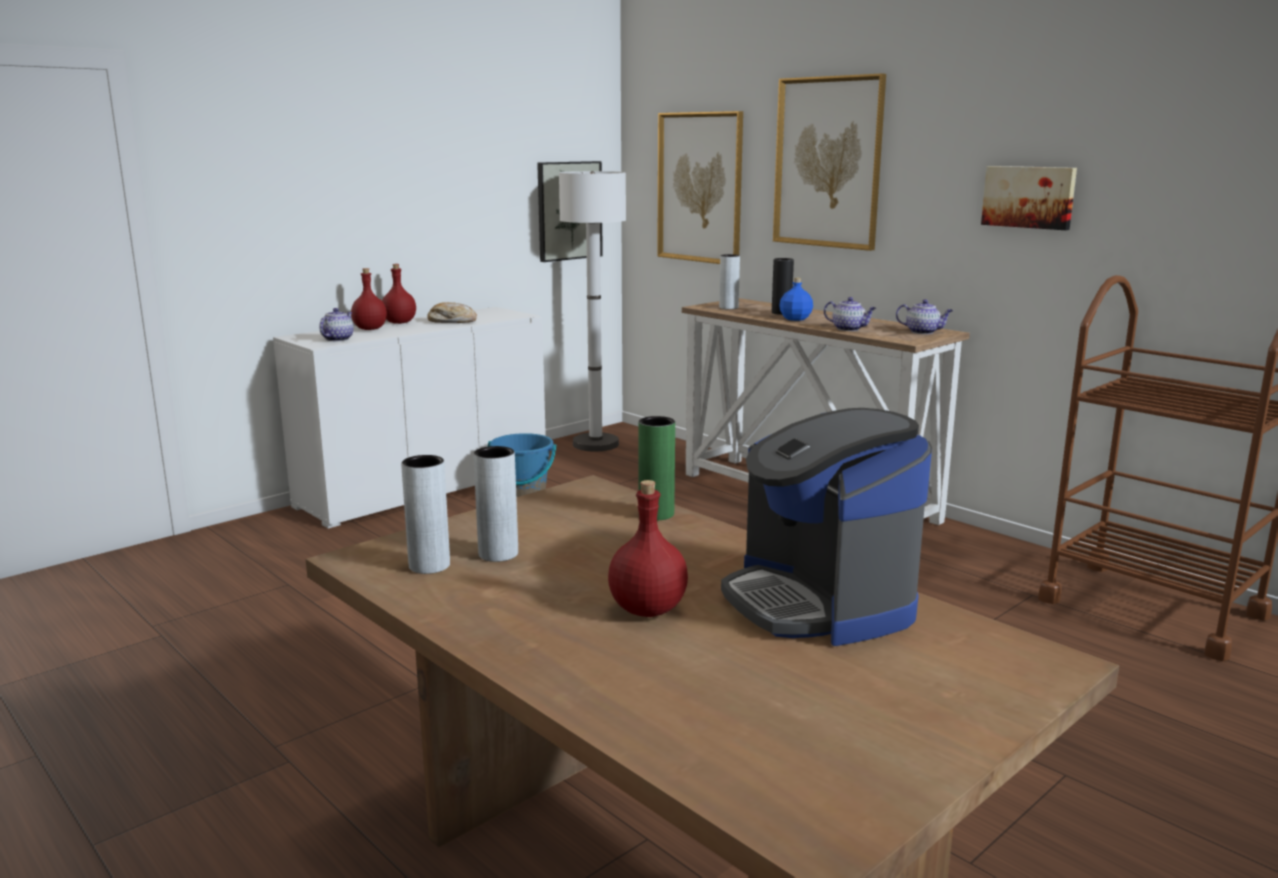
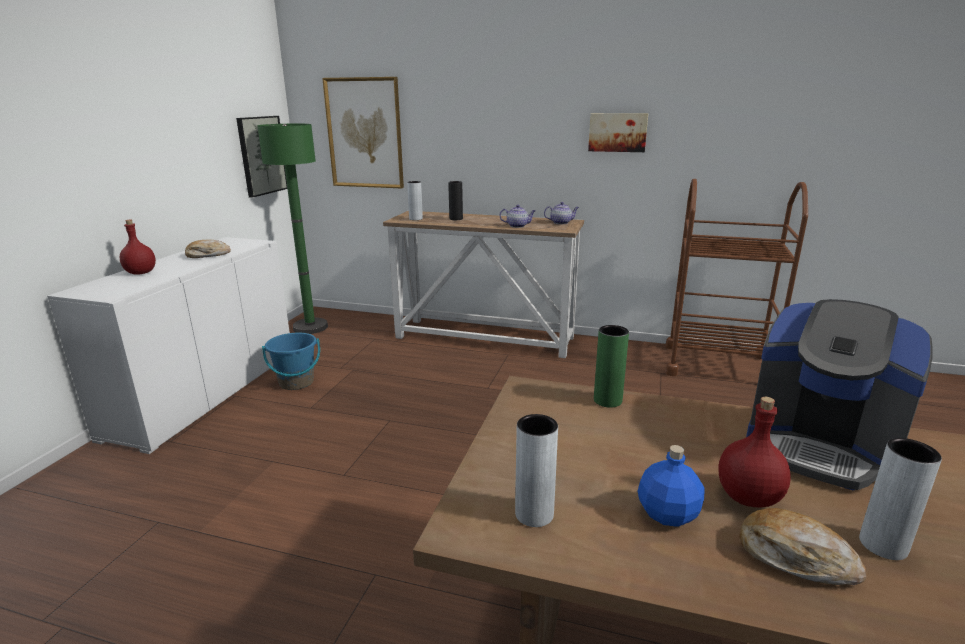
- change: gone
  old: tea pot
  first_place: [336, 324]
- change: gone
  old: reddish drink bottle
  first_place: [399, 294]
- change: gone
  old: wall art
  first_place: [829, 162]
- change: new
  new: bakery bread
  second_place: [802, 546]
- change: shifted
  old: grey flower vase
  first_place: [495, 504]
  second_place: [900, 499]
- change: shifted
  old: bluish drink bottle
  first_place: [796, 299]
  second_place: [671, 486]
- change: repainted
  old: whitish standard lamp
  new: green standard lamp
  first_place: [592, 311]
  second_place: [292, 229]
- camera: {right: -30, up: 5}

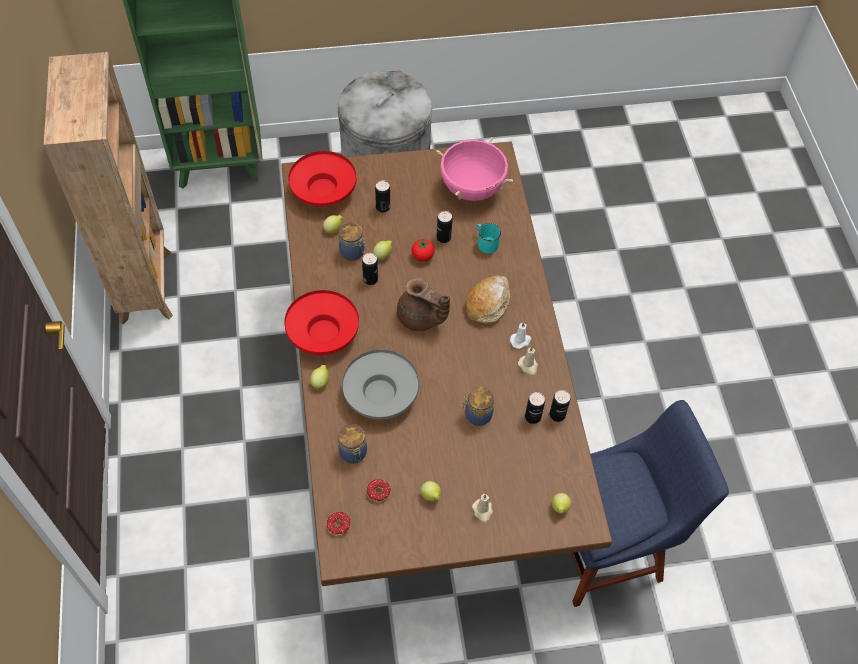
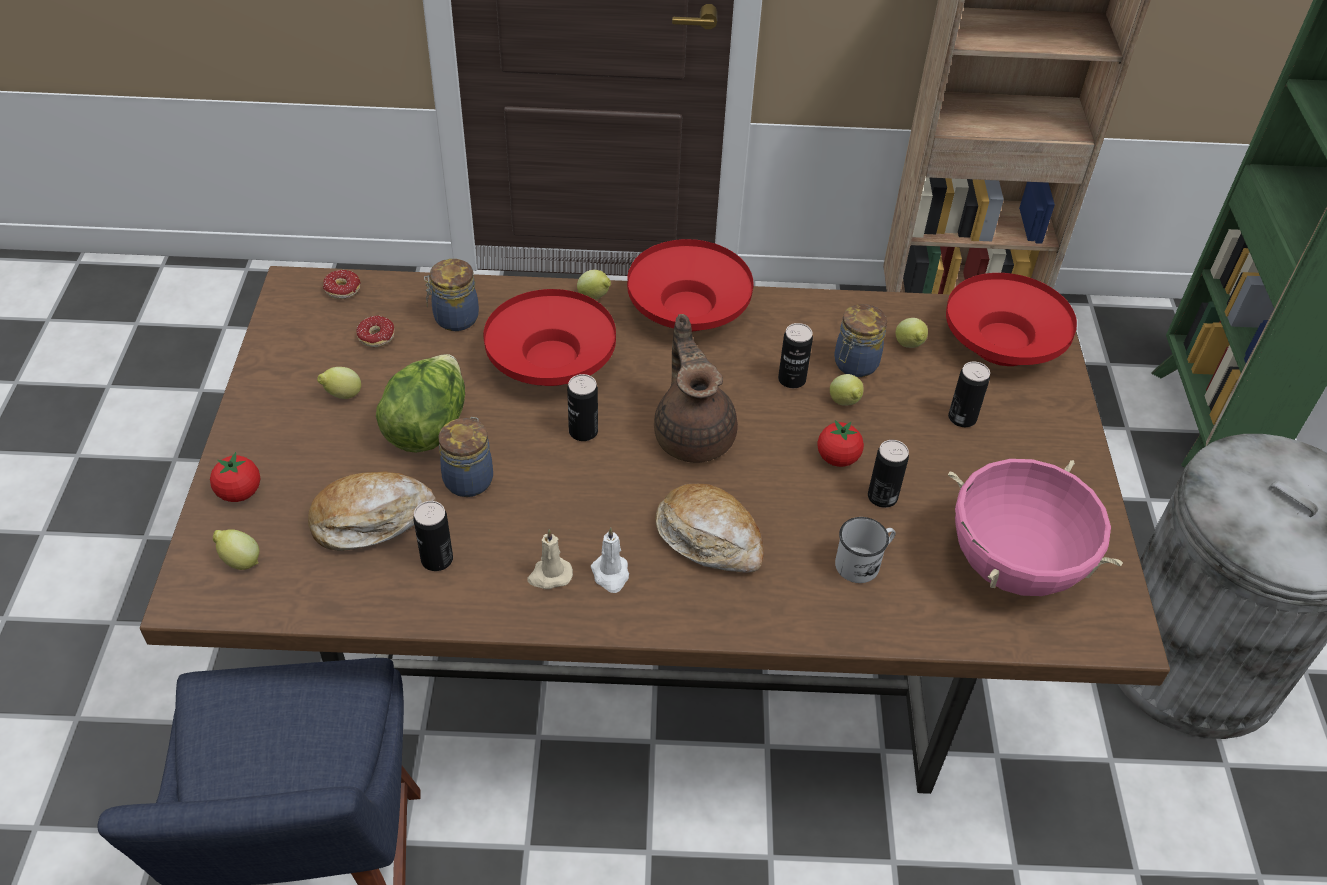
- change: gone
  old: sand-coloured candle
  first_place: [482, 508]
- change: new
  new: tomato
  second_place: [235, 477]
- change: new
  new: bakery bread
  second_place: [372, 511]
- change: new
  new: lettuce
  second_place: [420, 403]
- change: shifted
  old: can
  first_place: [559, 406]
  second_place: [582, 407]
- change: repainted
  old: grey serving bowl
  new: reddish serving bowl
  first_place: [380, 384]
  second_place: [549, 337]
- change: repainted
  old: turquoise-coloured coffee mug
  new: whitish coffee mug
  first_place: [488, 238]
  second_place: [865, 550]
- change: rotated
  old: brown-coloured tea pot
  first_place: [423, 304]
  second_place: [696, 388]
  degrees: 120
- camera: {right: 100, up: -10}

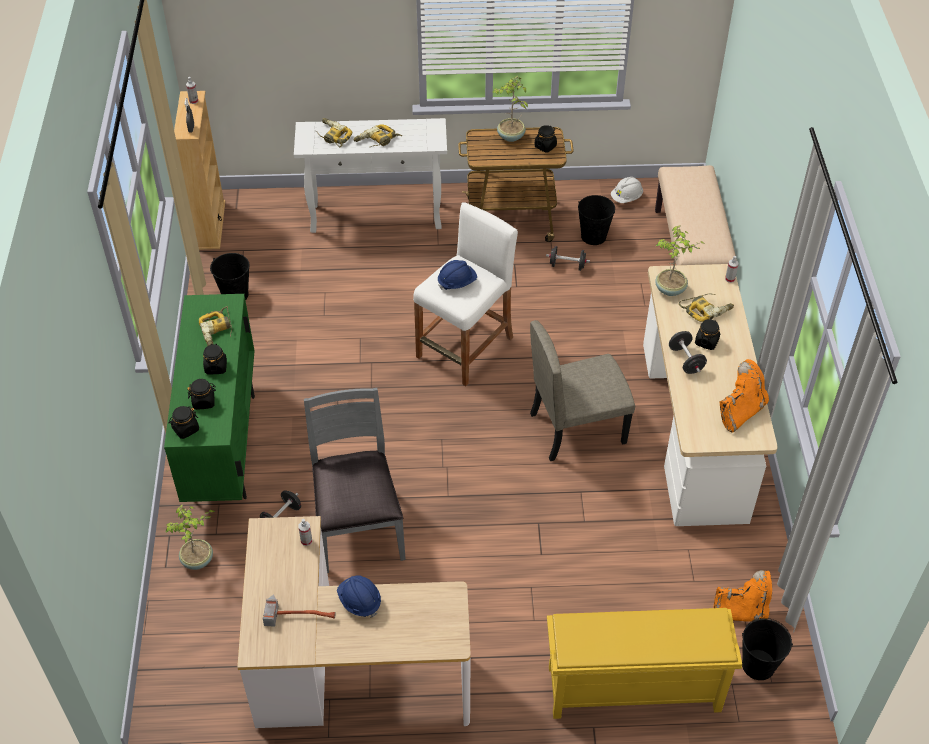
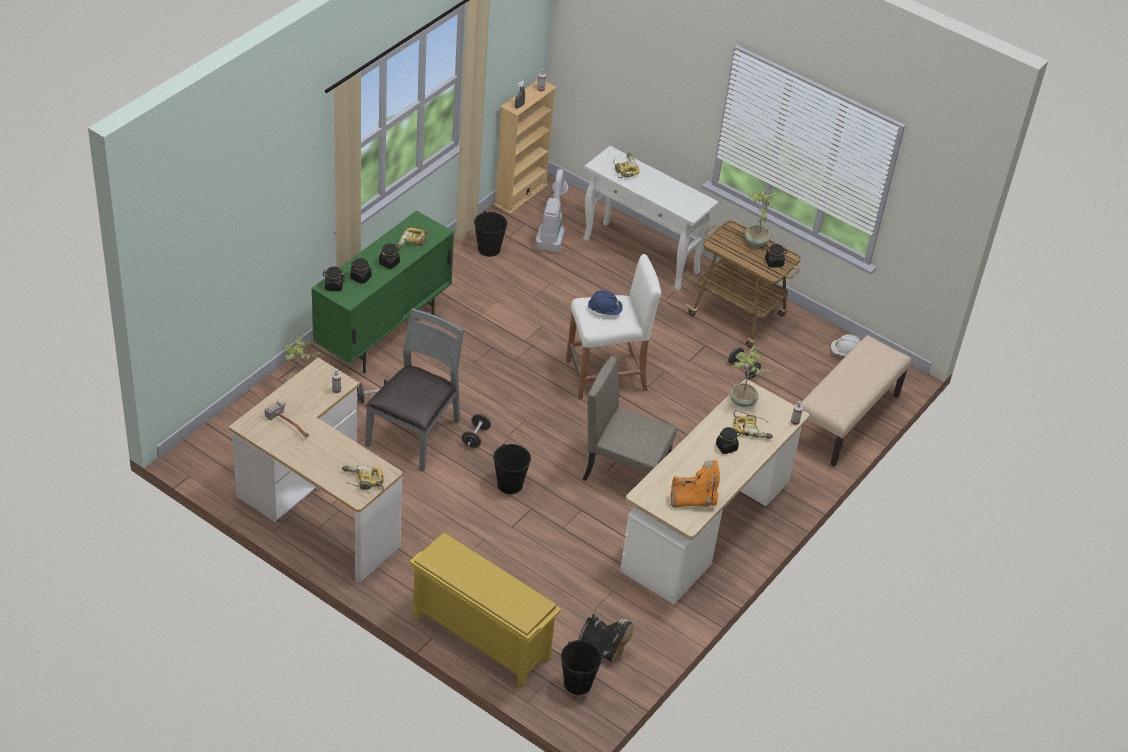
- change: gone
  old: bluish work helmet
  first_place: [359, 596]
- change: new
  new: vacuum cleaner
  second_place: [551, 210]
- change: shifted
  old: power drill
  first_place: [377, 135]
  second_place: [363, 477]
- change: shifted
  old: black water bucket
  first_place: [596, 220]
  second_place: [512, 469]
- change: shifted
  old: black free weight
  first_place: [688, 352]
  second_place: [476, 431]
- change: repainted
  old: orangey high-top boot
  new: black high-top boot
  first_place: [743, 596]
  second_place: [606, 638]
- camera: {right: 35, up: -5}

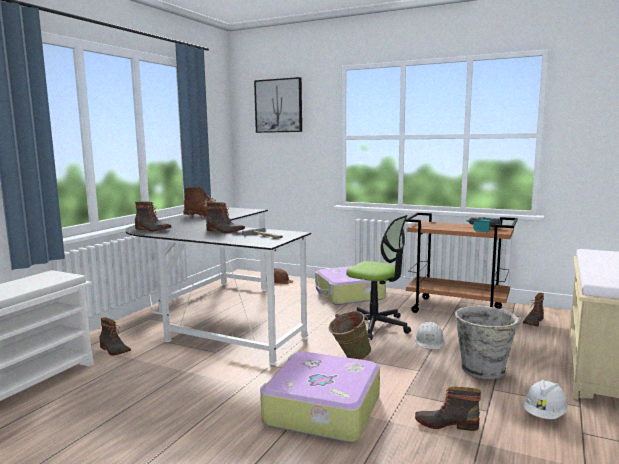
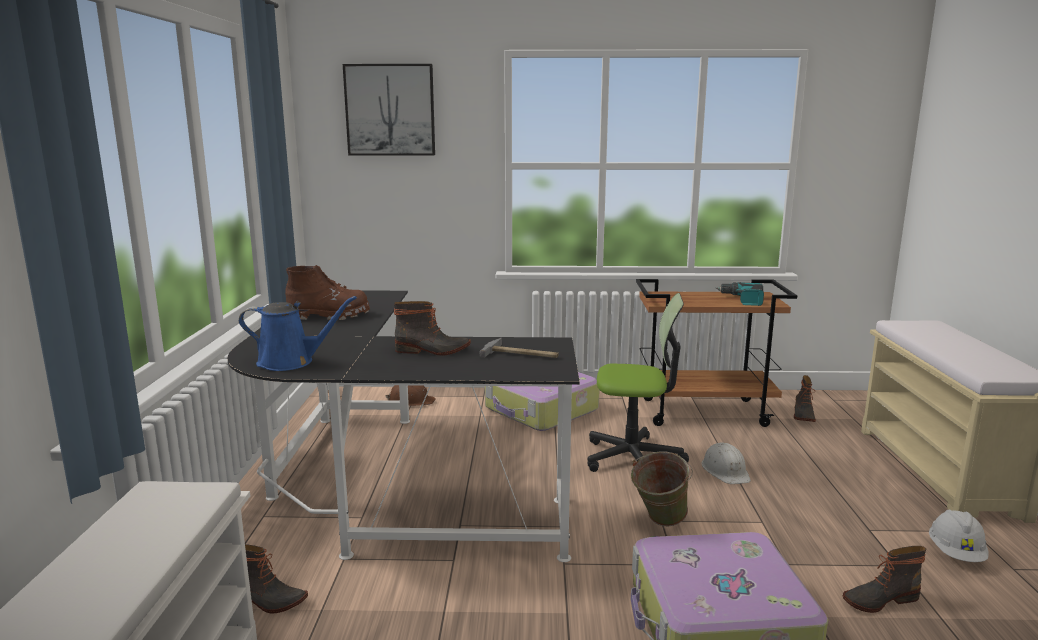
- change: gone
  old: grey water bucket
  first_place: [488, 342]
- change: swapped
  old: high-top boot
  new: bluish sprinkling can
  first_place: [153, 216]
  second_place: [298, 333]
- camera: {right: -25, up: 5}

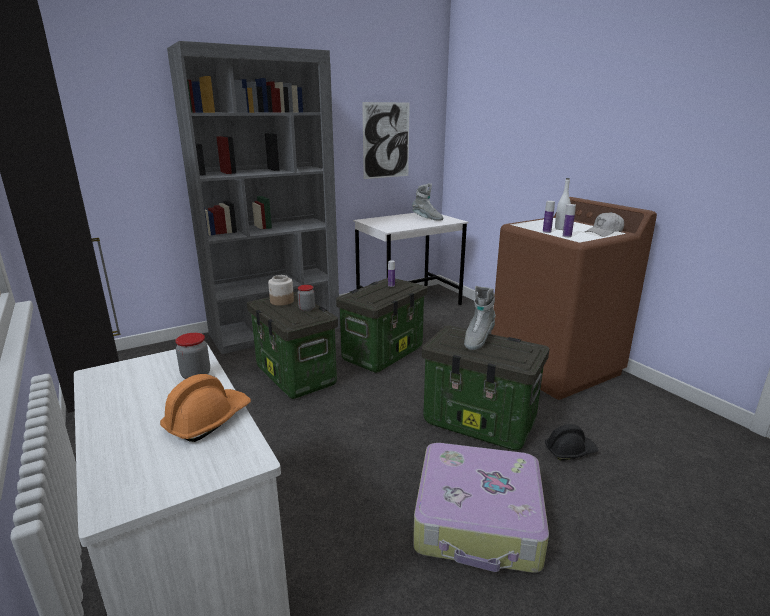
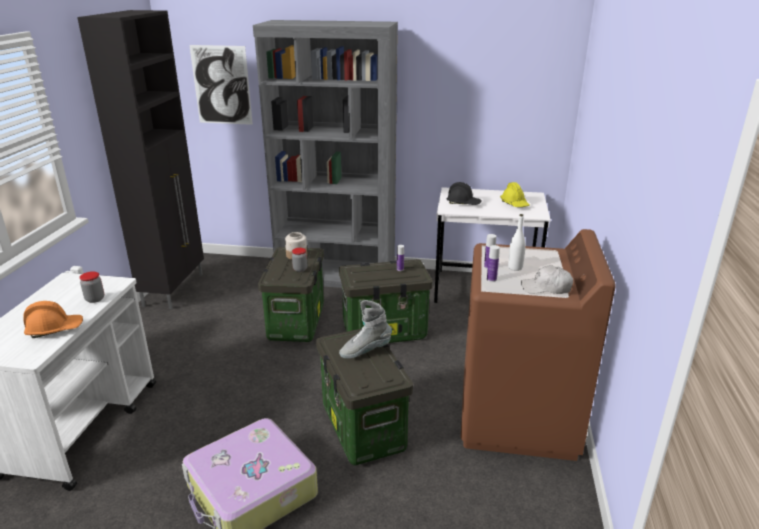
- change: shifted
  old: wall art
  first_place: [386, 140]
  second_place: [221, 85]
- change: shifted
  old: black work helmet
  first_place: [572, 442]
  second_place: [464, 193]
- change: swapped
  old: grey high-top boot
  new: yellow-coloured work helmet
  first_place: [427, 202]
  second_place: [515, 194]
- camera: {right: 40, up: 5}

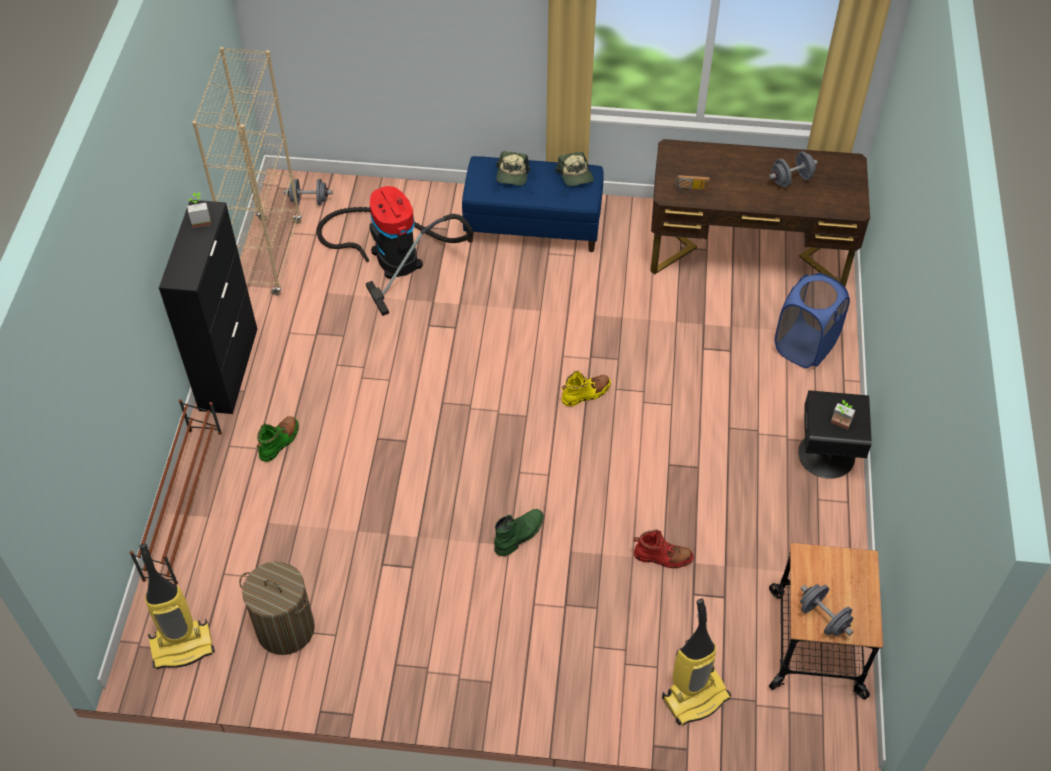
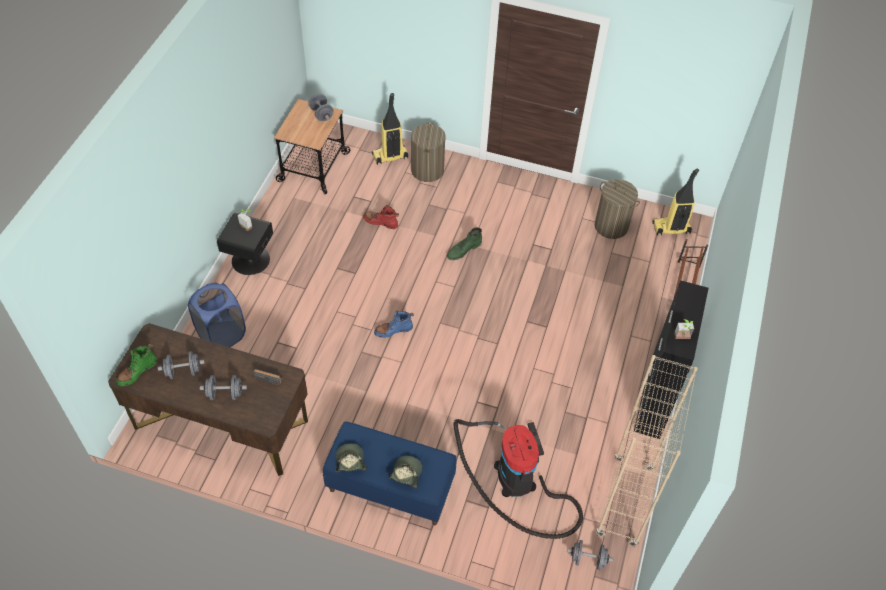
- change: new
  new: grey free weight
  second_place: [223, 387]
- change: new
  new: hamper
  second_place: [428, 152]
- change: shifted
  old: green high-top boot
  first_place: [278, 439]
  second_place: [136, 365]
- change: repainted
  old: yellow-coloured high-top boot
  new: bluish high-top boot
  first_place: [586, 388]
  second_place: [394, 324]
- camera: {right: -170, up: 0}

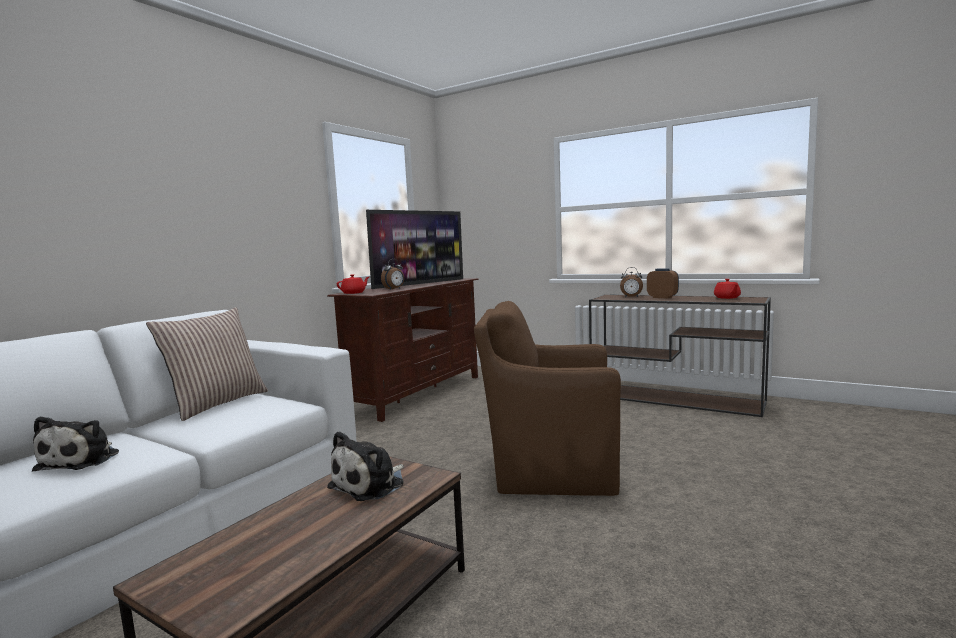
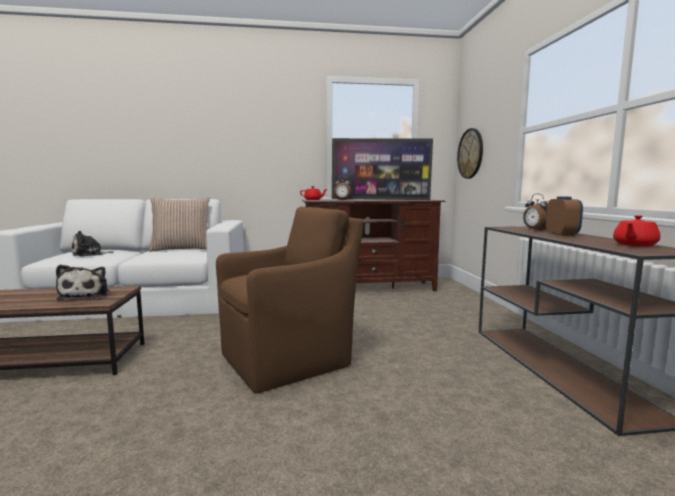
- change: new
  new: hanging clock
  second_place: [470, 153]
- change: rotated
  old: soft toy
  first_place: [365, 466]
  second_place: [82, 283]
  degrees: -105
- change: rotated
  old: brown-coloured easy chair
  first_place: [547, 398]
  second_place: [290, 300]
  degrees: 90
- camera: {right: 50, up: 0}

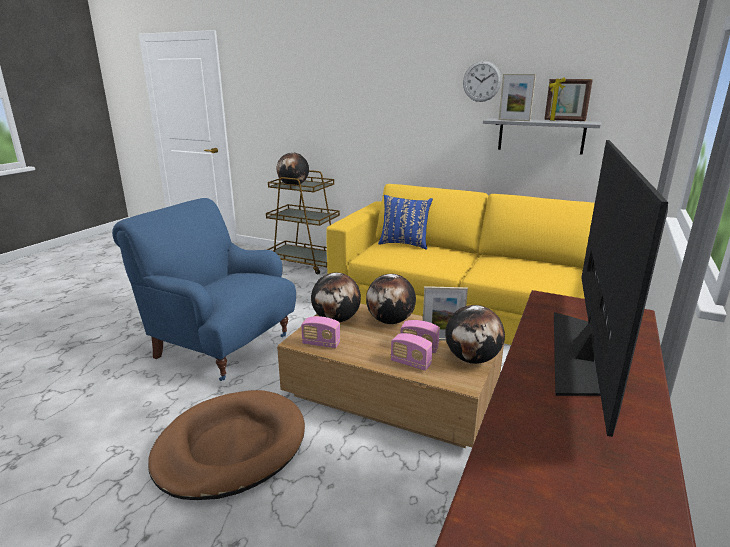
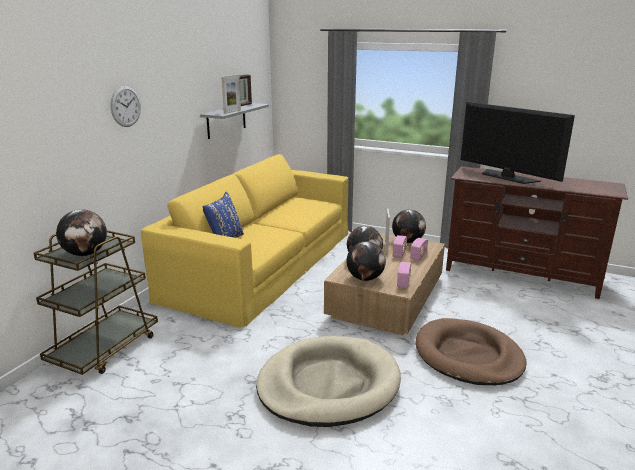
- change: shifted
  old: hanging clock
  first_place: [482, 81]
  second_place: [125, 106]
- change: swapped
  old: bluish easy chair
  new: sand-coloured dog bed
  first_place: [204, 289]
  second_place: [328, 381]
- change: rotated
  old: TV
  first_place: [611, 288]
  second_place: [517, 143]
  degrees: -150
- camera: {right: -90, up: 0}

